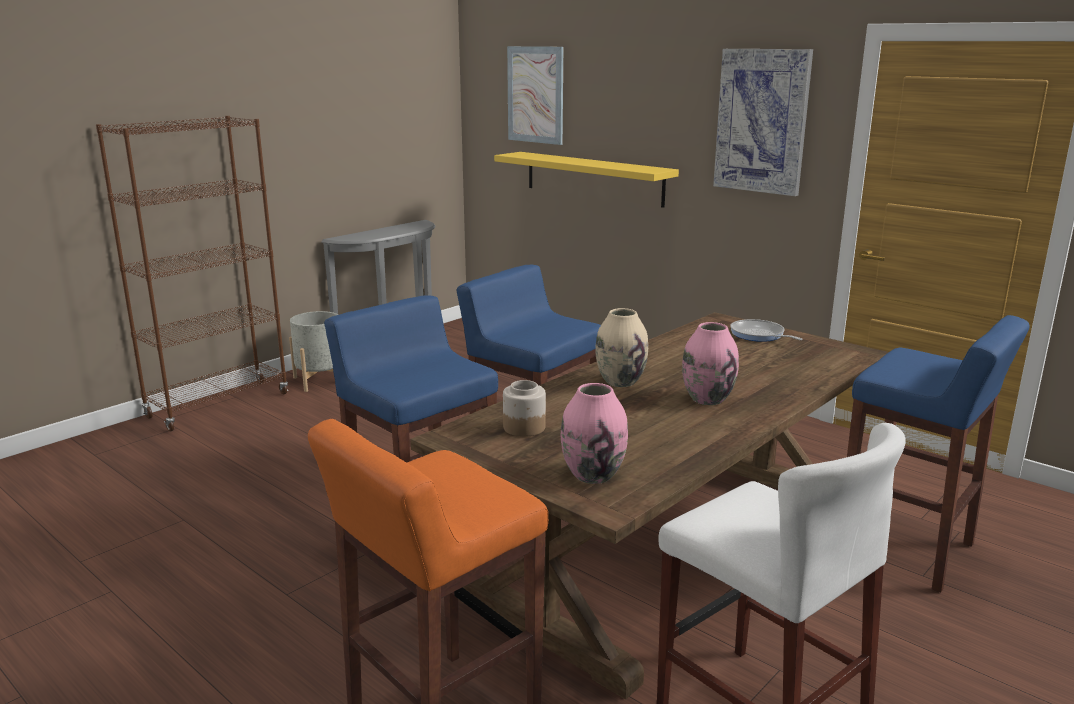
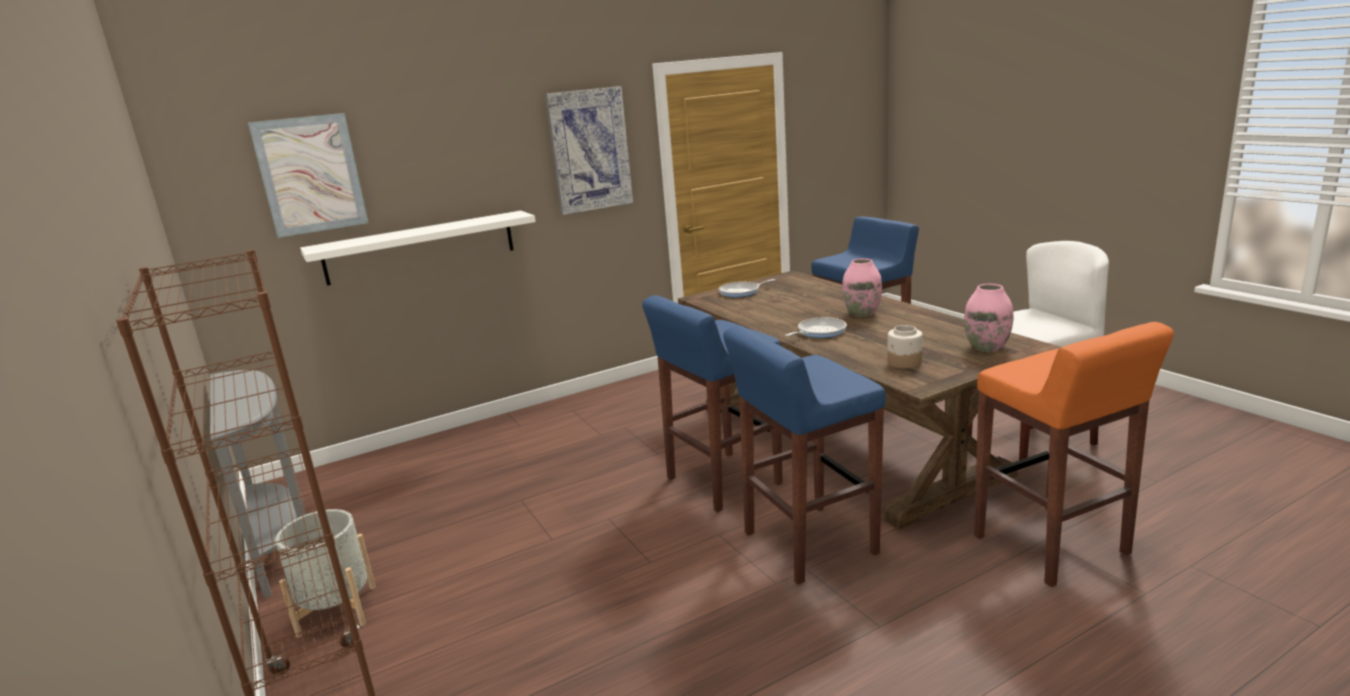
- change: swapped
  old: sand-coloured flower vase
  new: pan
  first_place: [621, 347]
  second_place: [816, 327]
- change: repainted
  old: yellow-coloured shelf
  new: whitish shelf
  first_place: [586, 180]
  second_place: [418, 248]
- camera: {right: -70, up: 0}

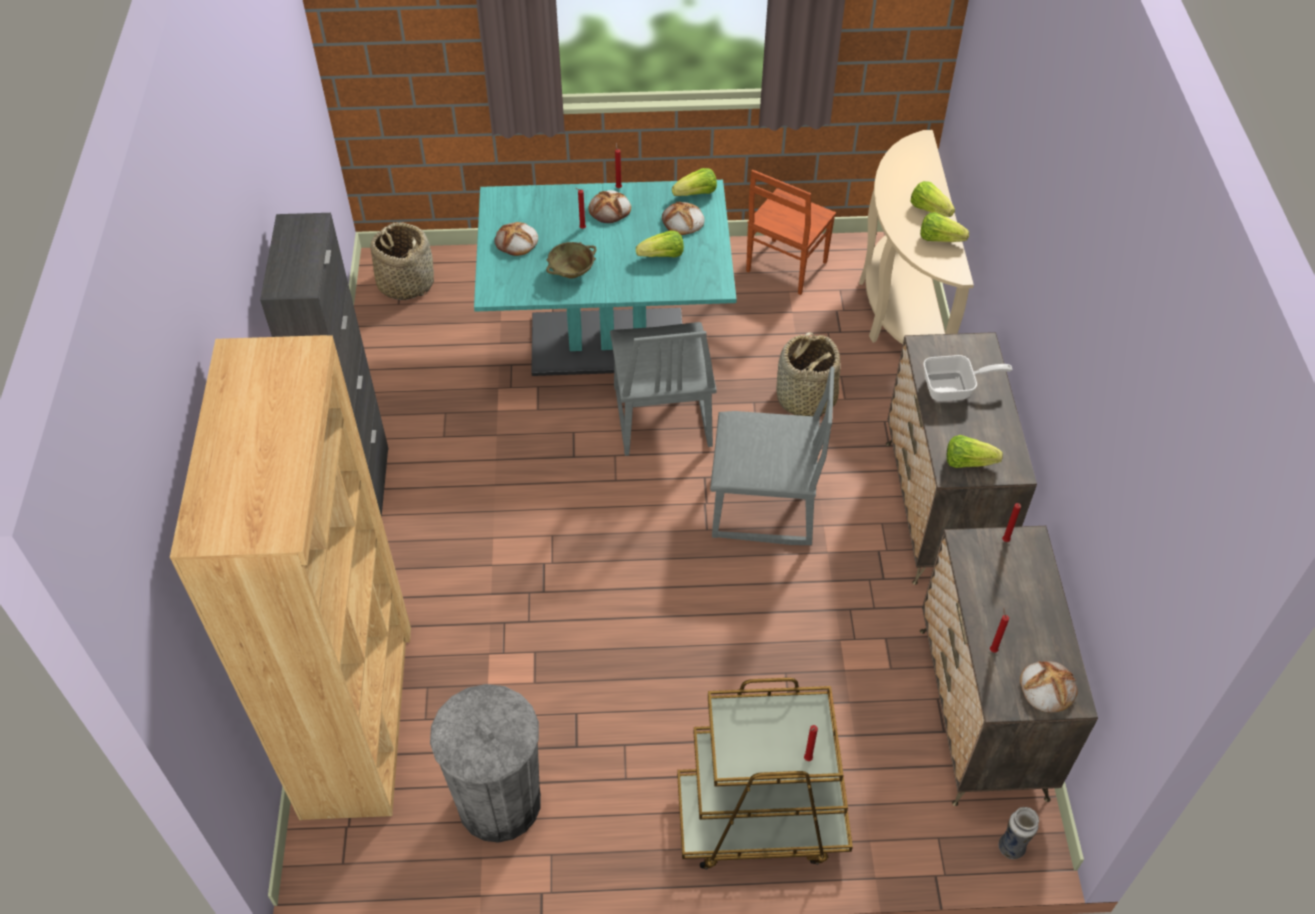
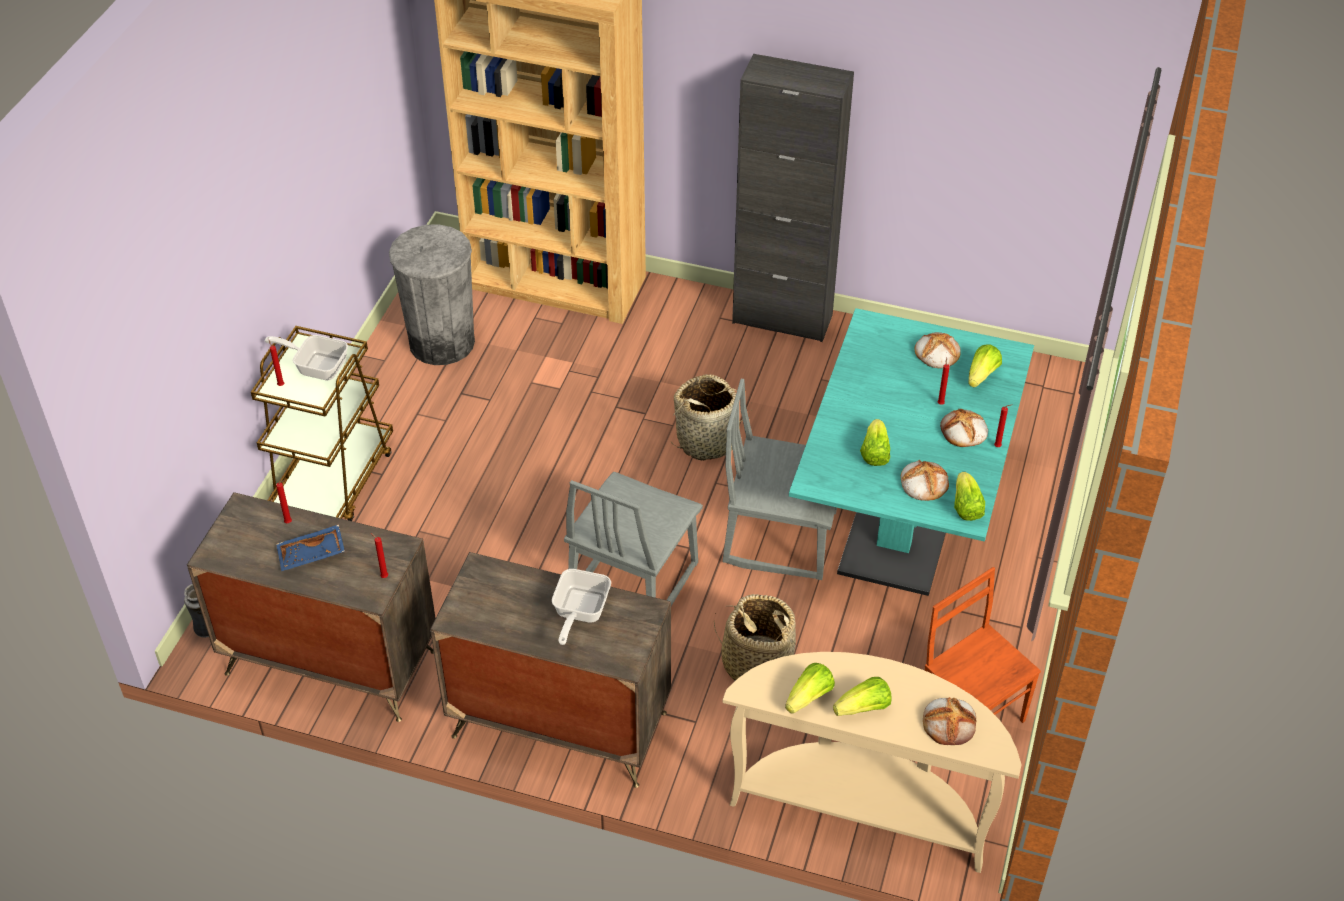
- change: gone
  old: sand-coloured serving bowl
  first_place: [571, 260]
- change: new
  new: pan
  second_place: [306, 357]
- change: new
  new: bluish tray
  second_place: [310, 547]
- change: shifted
  old: storage basket
  first_place: [402, 261]
  second_place: [711, 417]
- change: shifted
  old: lettuce
  first_place: [975, 451]
  second_place: [985, 366]
- change: shifted
  old: bakery bread
  first_place: [1049, 687]
  second_place: [949, 721]
- camera: {right: 110, up: -5}

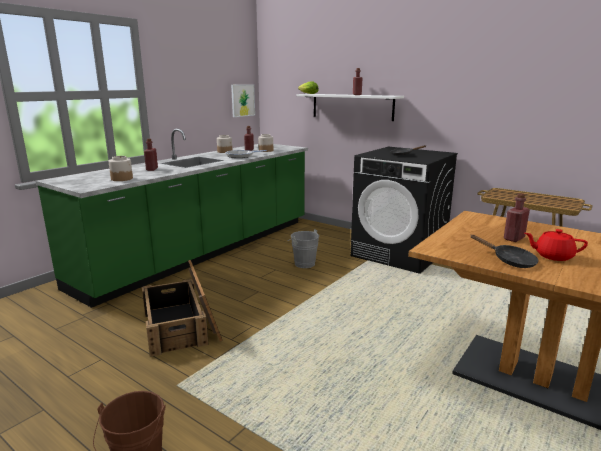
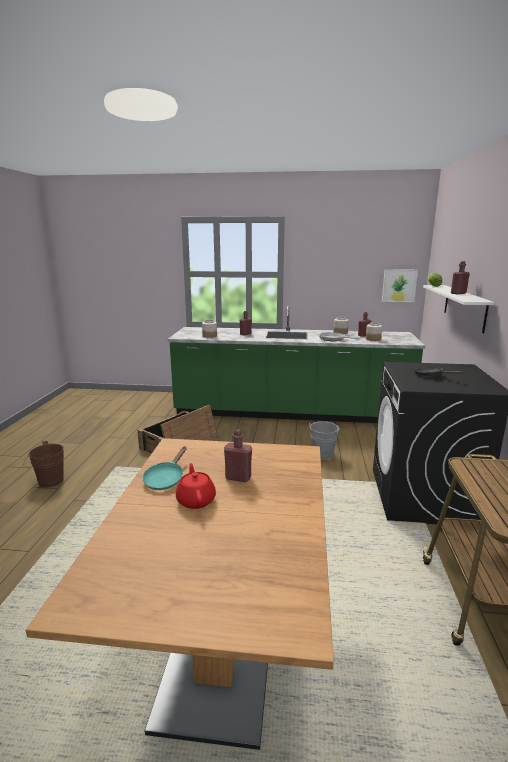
- change: repainted
  old: black pan
  new: turquoise-coloured pan
  first_place: [504, 251]
  second_place: [164, 468]
- camera: {right: 60, up: 0}

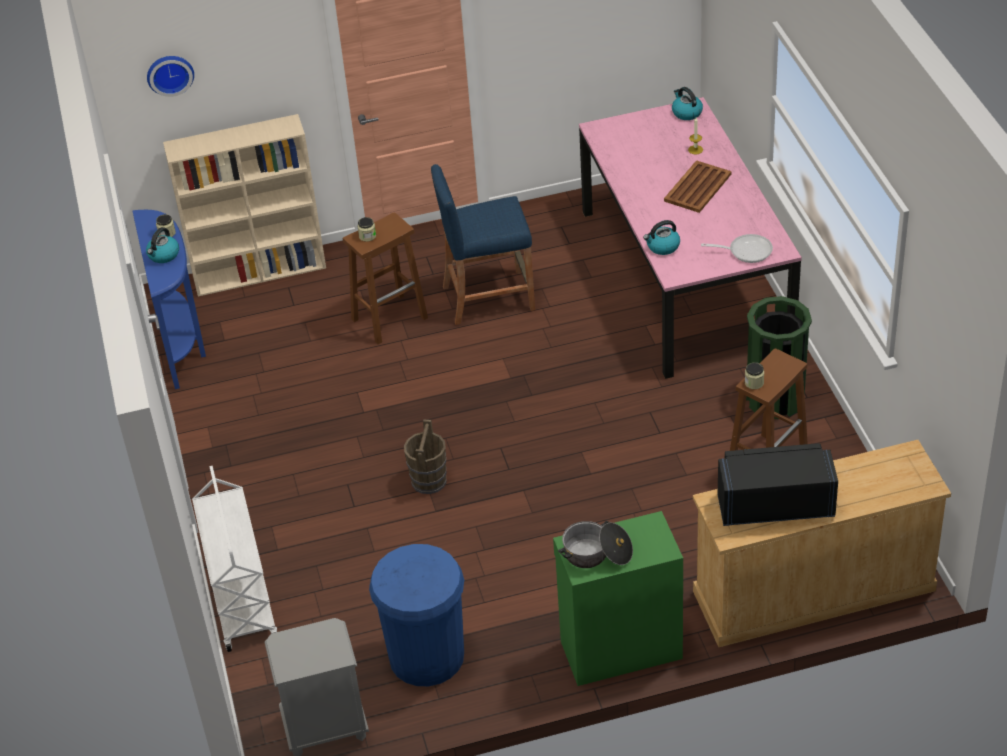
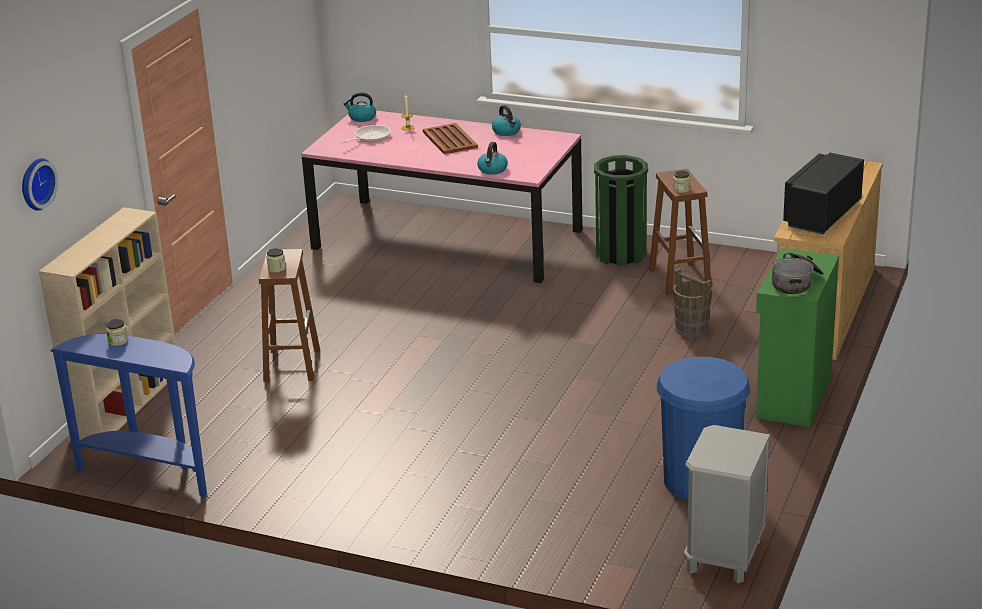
- change: gone
  old: whitish trolley
  first_place: [234, 559]
- change: gone
  old: bluish sitting stool
  first_place: [483, 244]
- change: shifted
  old: tea kettle
  first_place: [162, 245]
  second_place: [506, 120]
- change: shifted
  old: brown-coloured water bucket
  first_place: [425, 457]
  second_place: [692, 302]
- change: shifted
  old: pan
  first_place: [737, 248]
  second_place: [366, 134]
- camera: {right: -55, up: -15}

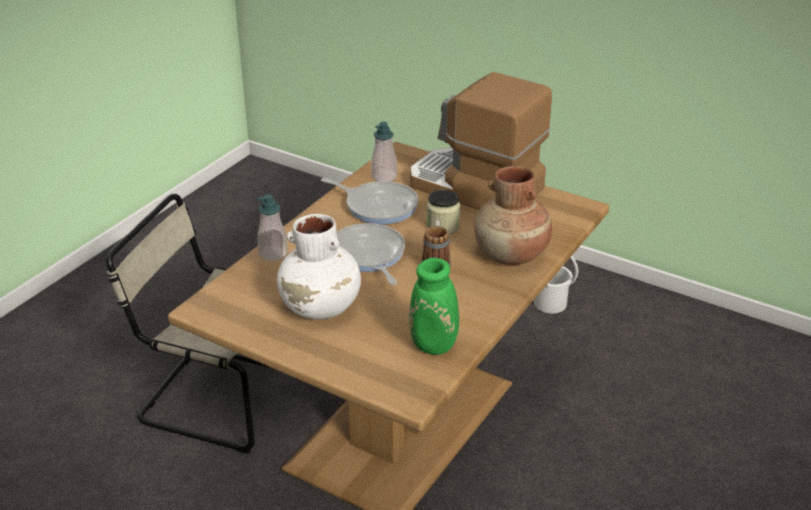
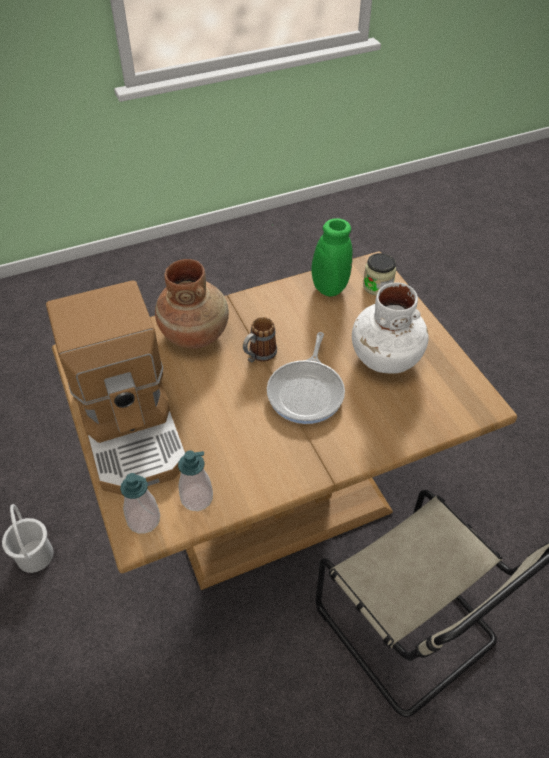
- change: gone
  old: pan
  first_place: [369, 201]
- change: shifted
  old: soap bottle
  first_place: [272, 227]
  second_place: [140, 503]
- change: shifted
  old: jar
  first_place: [443, 212]
  second_place: [379, 274]
- camera: {right: -145, up: 15}

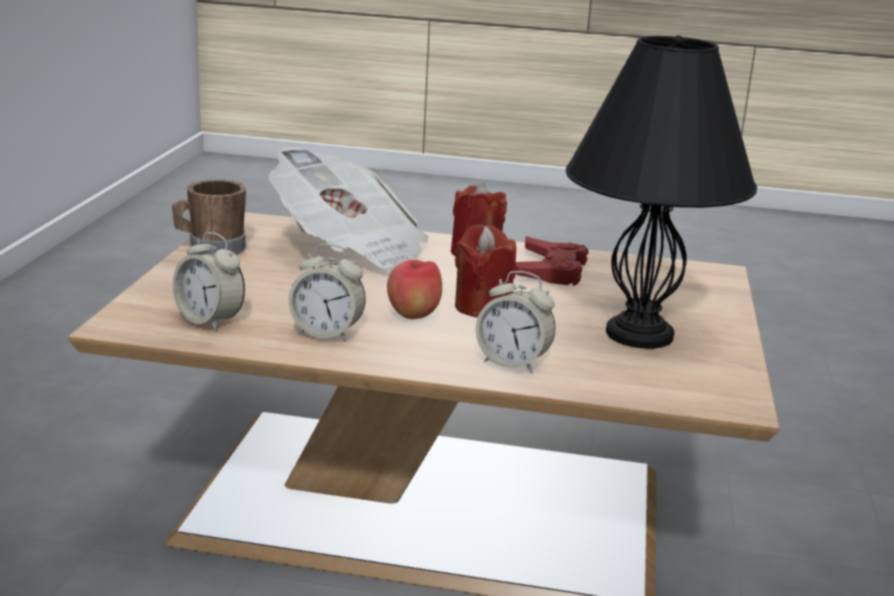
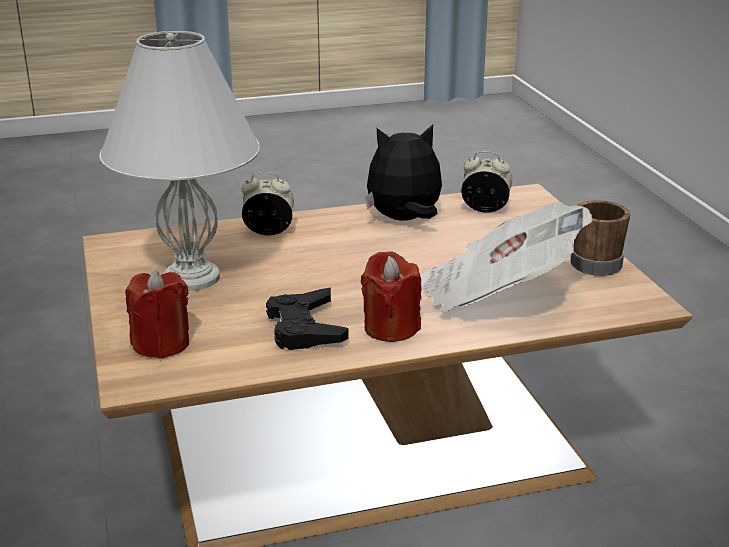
- change: gone
  old: whole apple
  first_place: [414, 289]
- change: shifted
  old: reddish candle
  first_place: [485, 271]
  second_place: [157, 314]
- change: swapped
  old: table clock
  new: soft toy
  first_place: [327, 292]
  second_place: [403, 172]
- change: repainted
  old: reddish game controller
  new: black game controller
  first_place: [552, 261]
  second_place: [307, 319]
- change: repainted
  old: black table lamp
  new: whitish table lamp
  first_place: [661, 192]
  second_place: [179, 161]
- camera: {right: 155, up: 5}

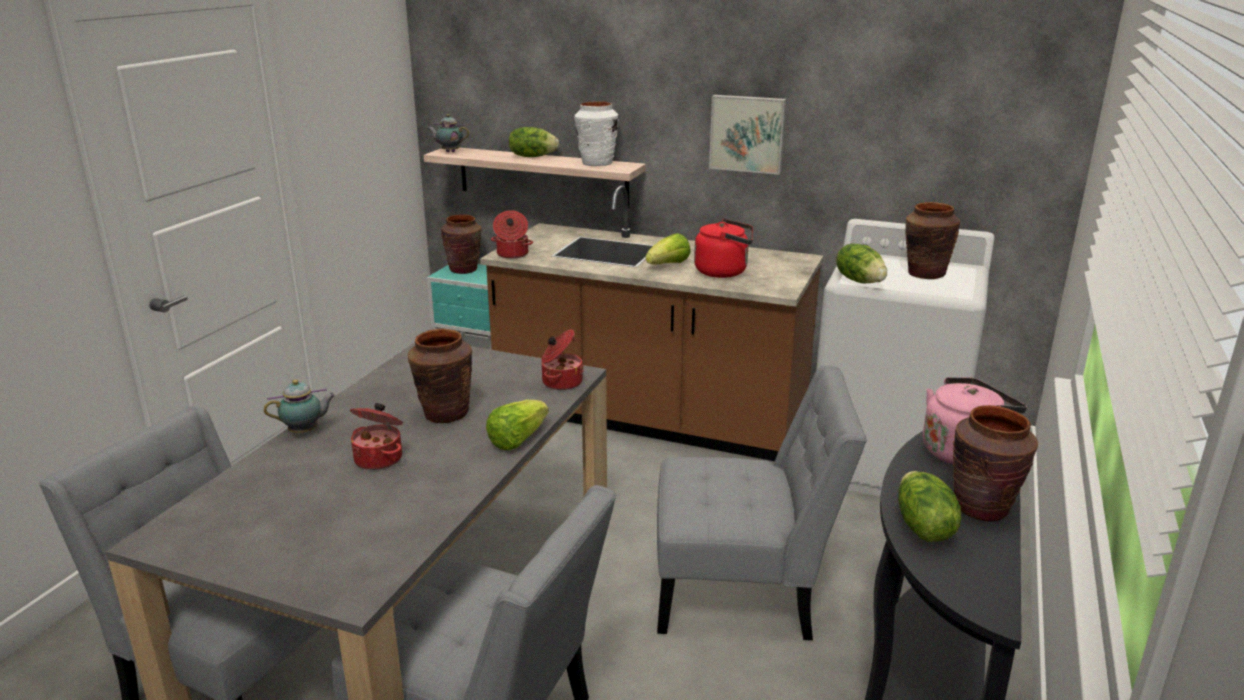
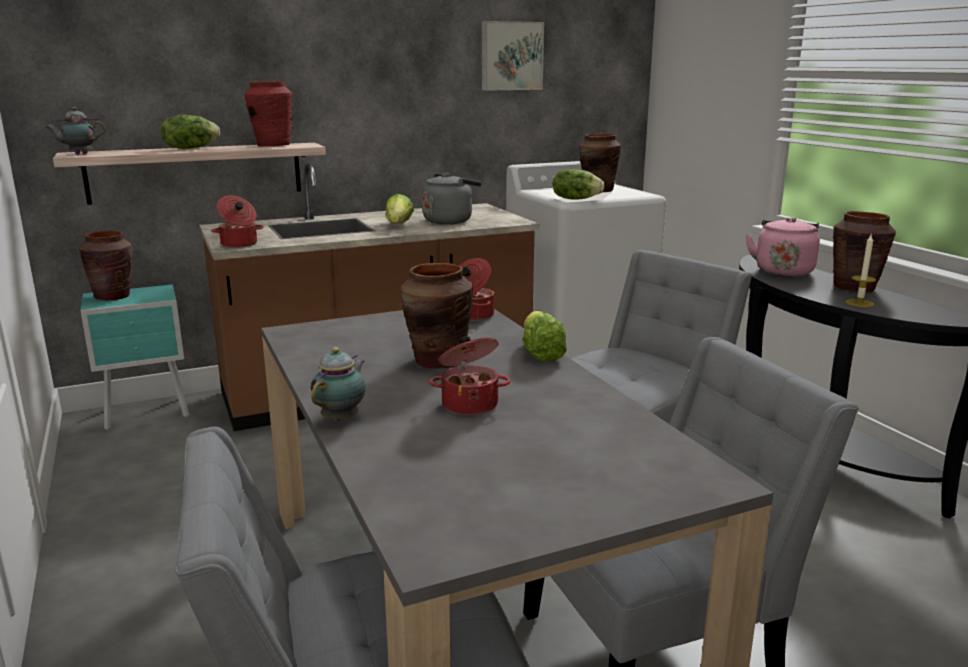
- change: shifted
  old: wall art
  first_place: [748, 135]
  second_place: [513, 56]
- change: swapped
  old: lettuce
  new: candle
  first_place: [930, 506]
  second_place: [861, 270]
- change: repainted
  old: whitish flower vase
  new: reddish flower vase
  first_place: [596, 133]
  second_place: [268, 114]
- change: repainted
  old: reddish tea kettle
  new: grey tea kettle
  first_place: [723, 248]
  second_place: [452, 198]
- camera: {right: -45, up: -5}

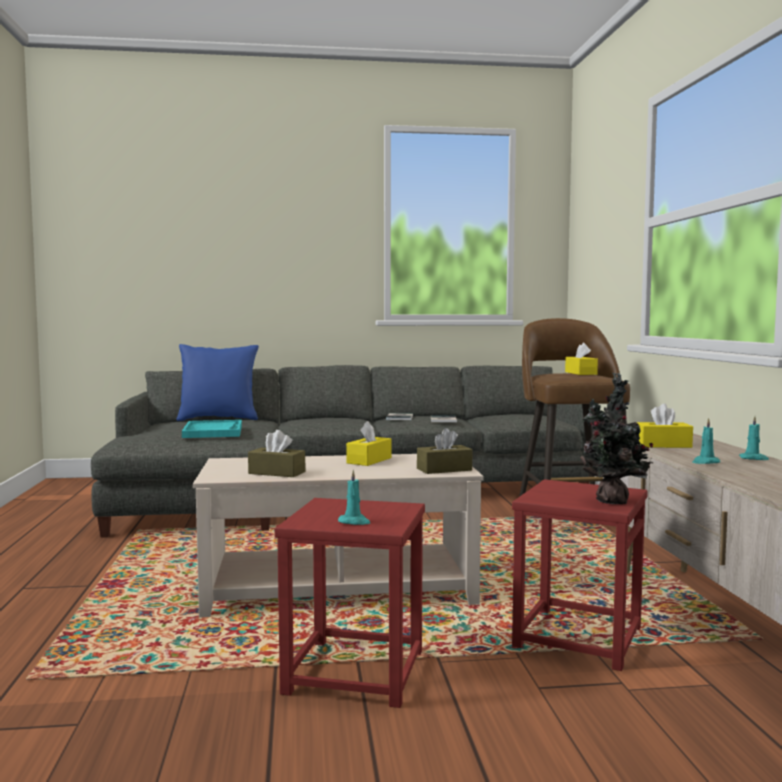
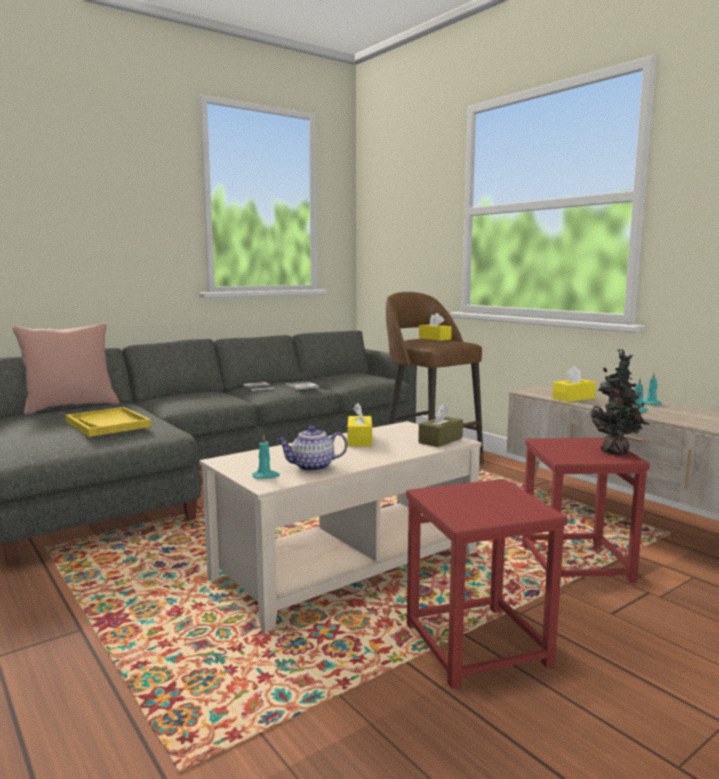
- change: shifted
  old: turquoise-coloured candle
  first_place: [354, 497]
  second_place: [266, 456]
- change: swapped
  old: brown-coloured box of tissues
  new: tea pot
  first_place: [276, 453]
  second_place: [312, 449]
- change: repainted
  old: bluish pillow
  new: pink-coloured pillow
  first_place: [217, 382]
  second_place: [65, 369]
- change: repainted
  old: turquoise-coloured tray
  new: yellow-coloured tray
  first_place: [212, 429]
  second_place: [108, 422]
- camera: {right: -30, up: 5}

